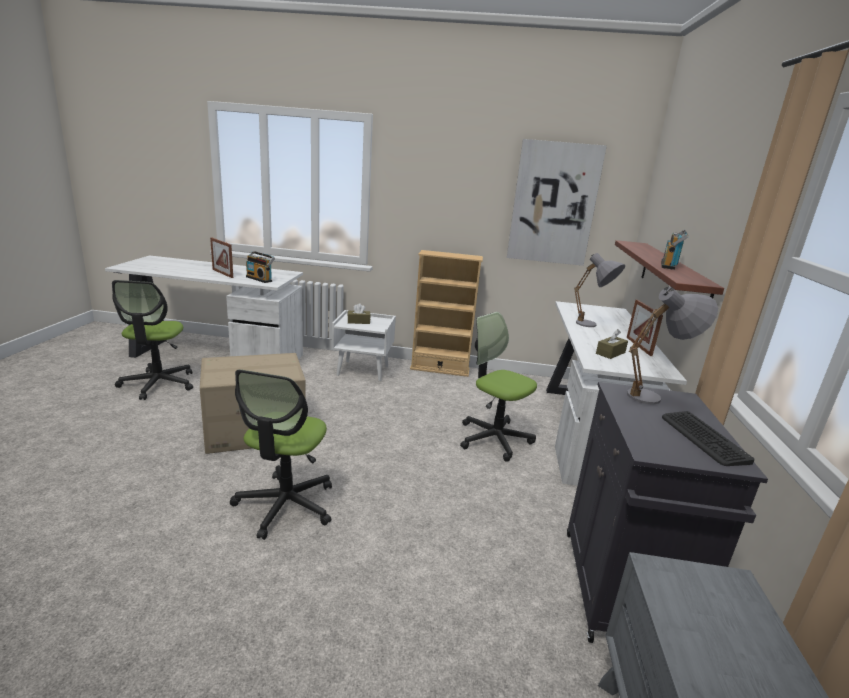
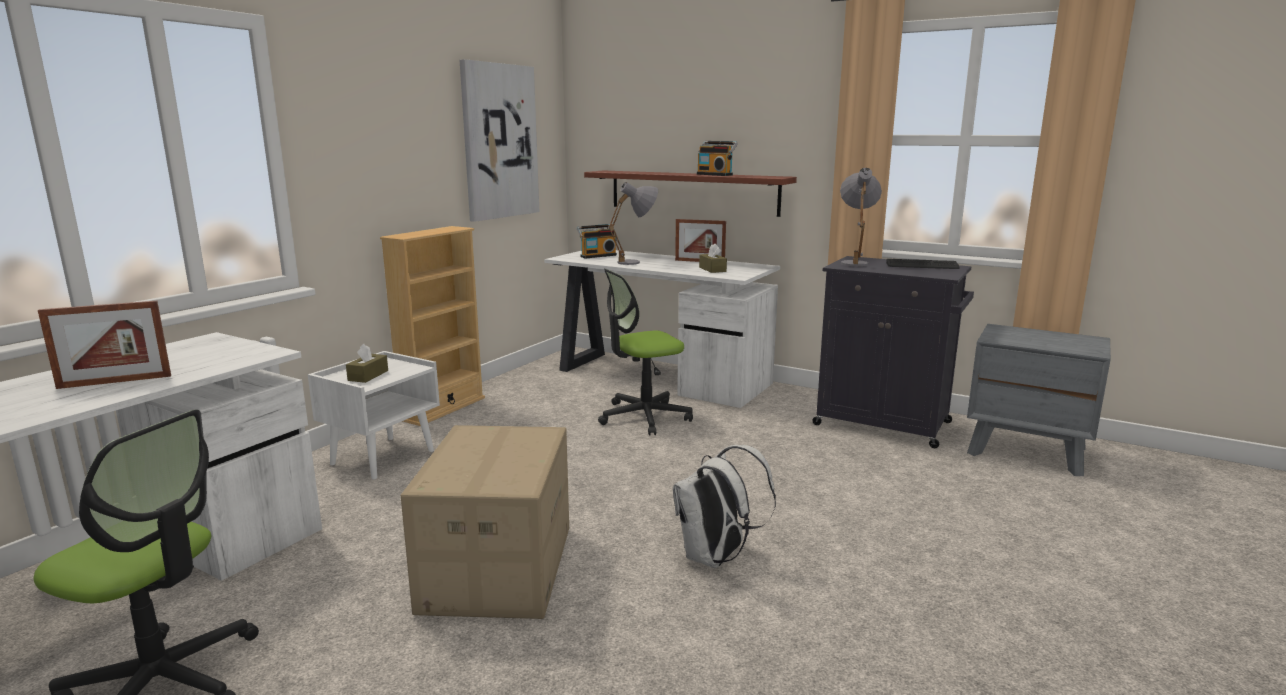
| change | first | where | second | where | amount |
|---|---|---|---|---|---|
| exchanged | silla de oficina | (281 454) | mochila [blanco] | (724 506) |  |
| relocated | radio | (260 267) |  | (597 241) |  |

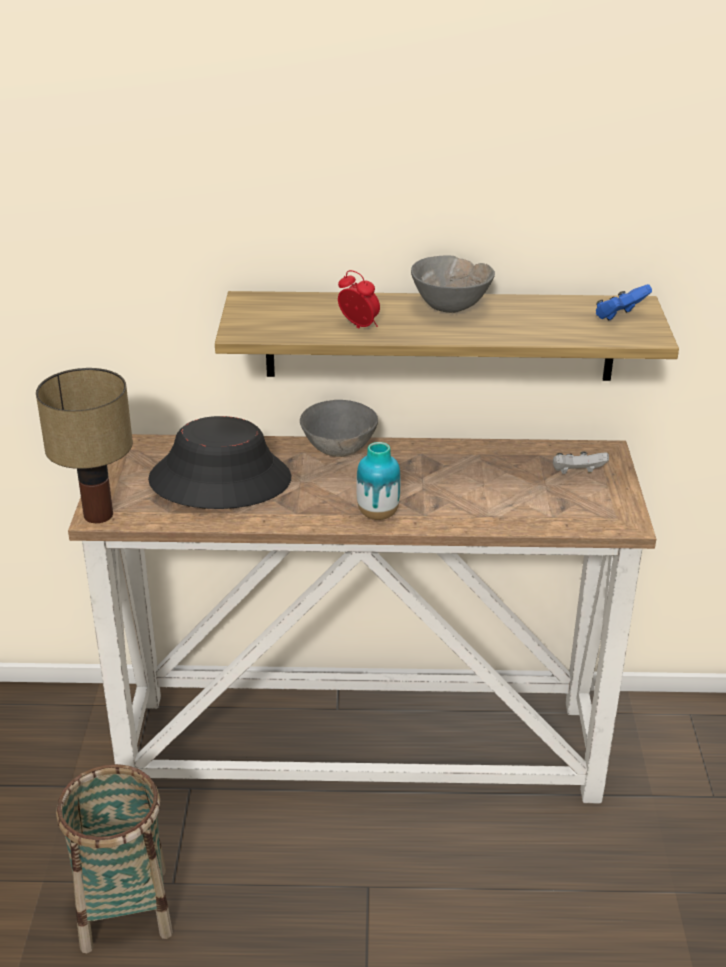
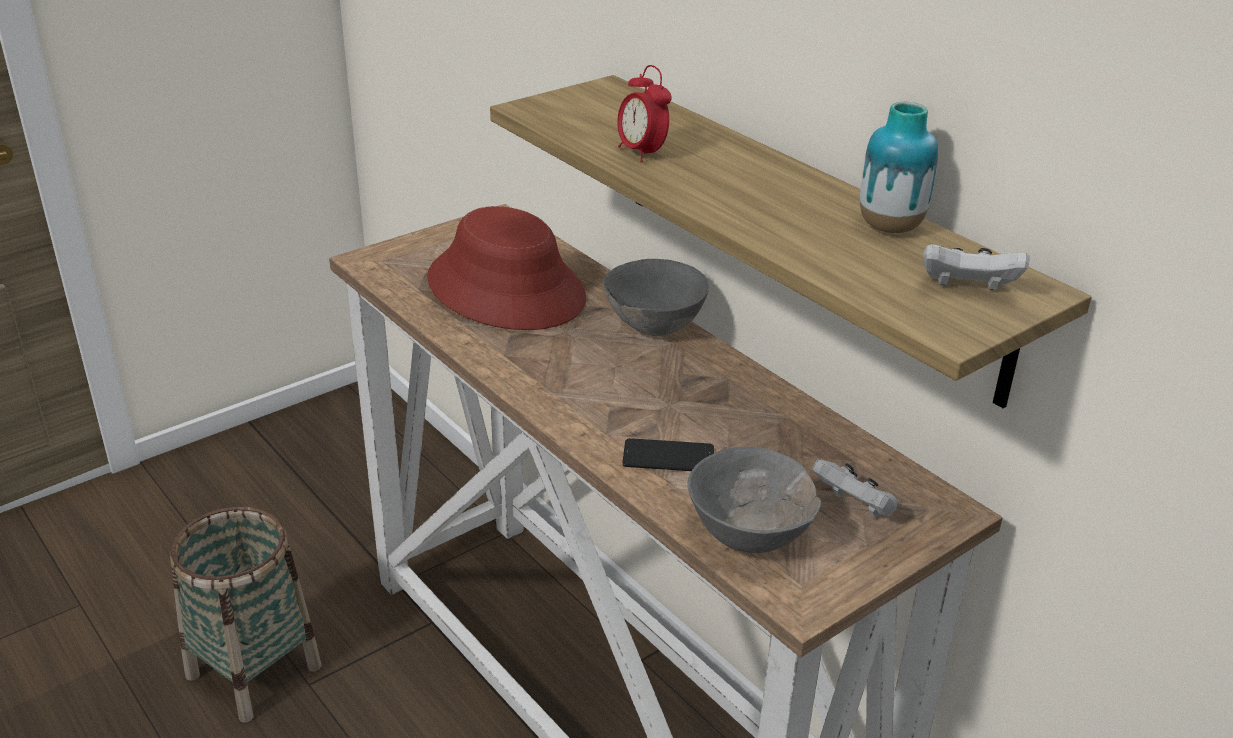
| change | first | where | second | where | amount |
|---|---|---|---|---|---|
| missing | lámpara de mesa | (84 445) |  |  |  |
| colour | sombrero [negro] | (219 462) | sombrero [rojo] | (506 268) |  |
| spun | despertador | (359 299) |  | (644 114) | 150 degrees clockwise |
| relocated | florero | (378 481) |  | (899 167) |  |
| relocated | cuenco [gris] | (453 284) |  | (754 500) |  |
| colour | mando de consola [azul] | (624 302) | mando de consola [blanco] | (977 267) |  |
| appeared |  |  | móvil | (668 454) |  |

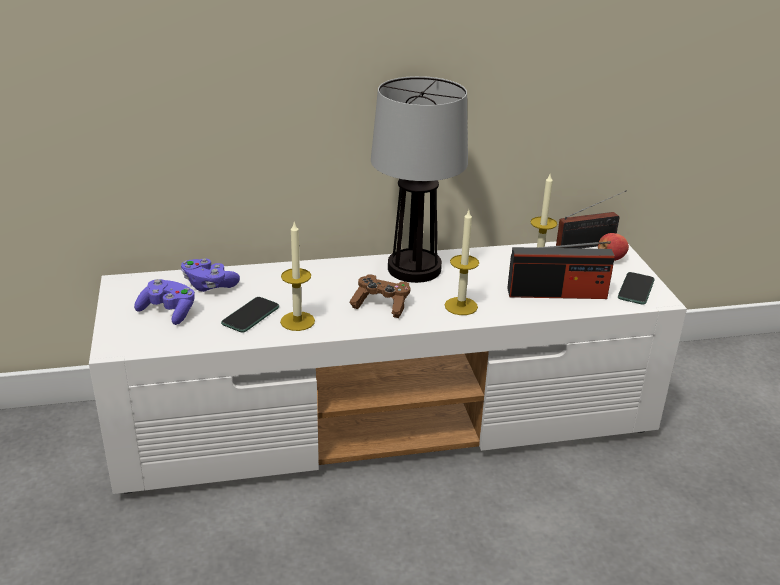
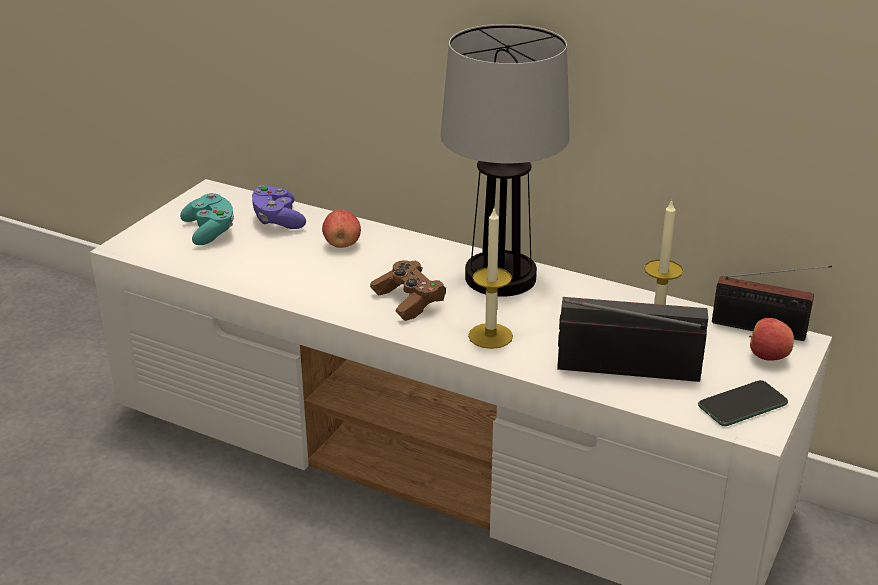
| change | first | where | second | where | amount |
|---|---|---|---|---|---|
| colour | mando de consola [morado] | (164 302) | mando de consola [turquesa] | (207 219) |  |
| missing | móvil | (250 315) |  |  |  |
| missing | vela | (297 276) |  |  |  |
| spun | radio | (561 270) |  | (632 339) | 150 degrees clockwise |
| appeared |  |  | manzana | (341 229) |  |

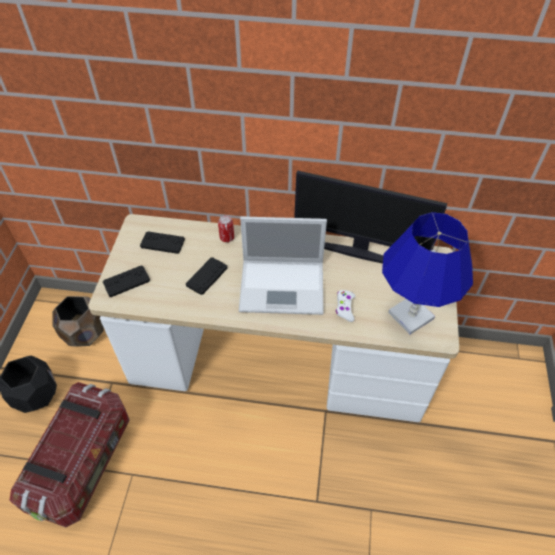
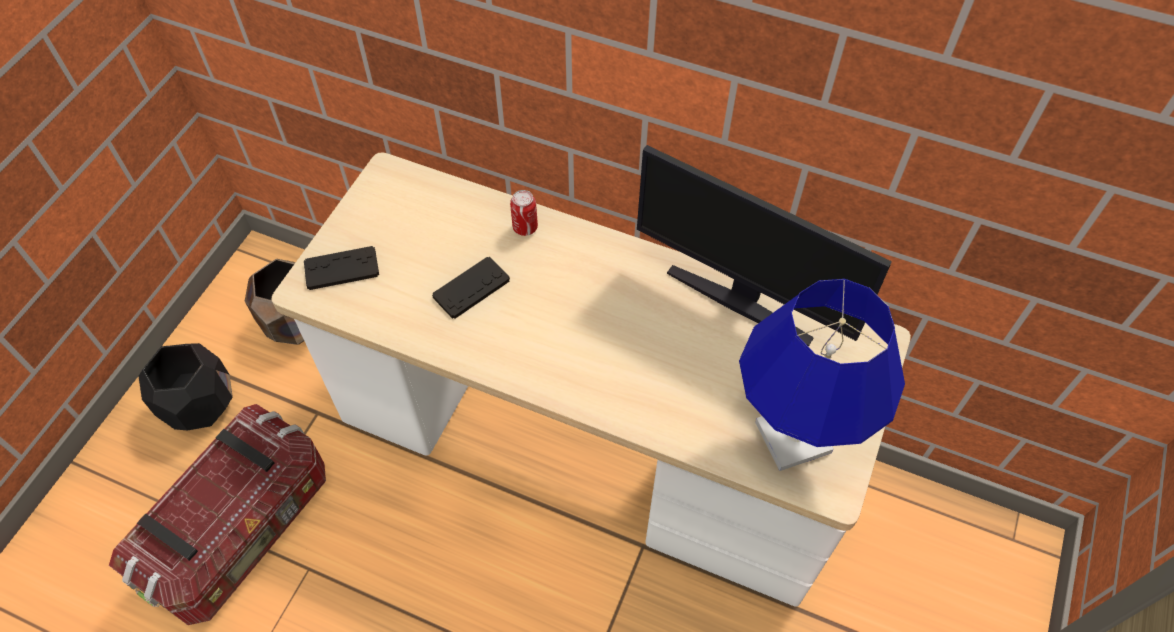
| change | first | where | second | where | amount |
|---|---|---|---|---|---|
| missing | mando de consola [negro] | (162 242) |  |  |  |
| missing | portátil | (283 265) |  |  |  |
| missing | mando de consola [blanco] | (345 306) |  |  |  |

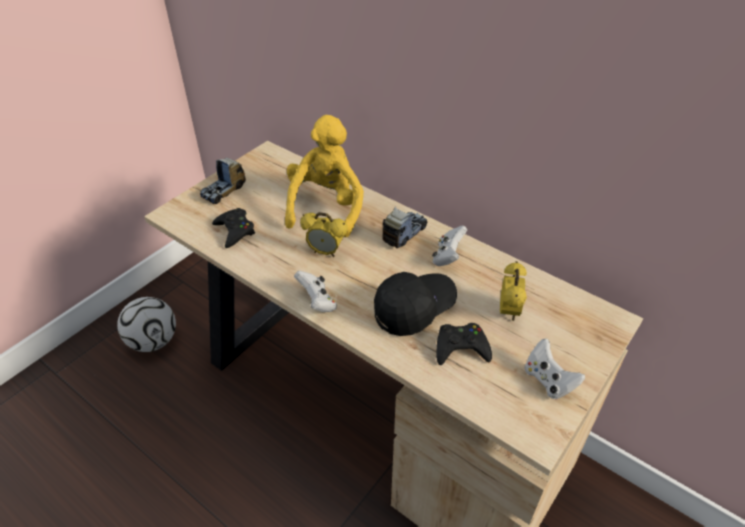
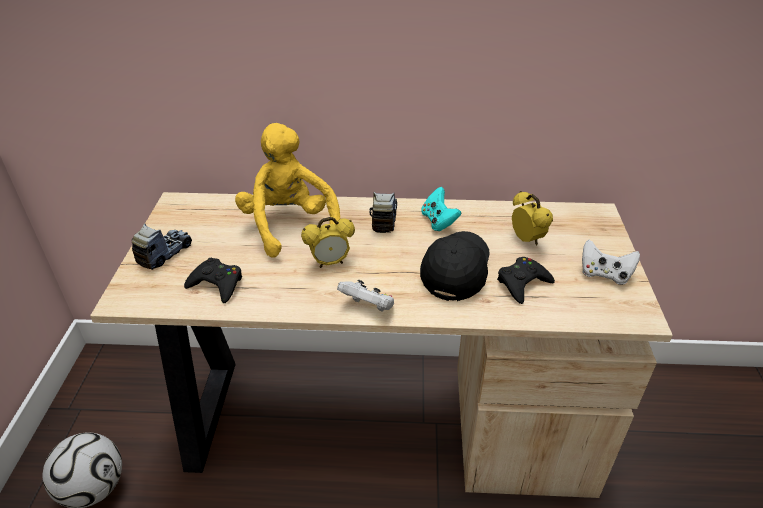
| change | first | where | second | where | amount |
|---|---|---|---|---|---|
| spun | camión de juguete | (223 181) |  | (162 246) | 150 degrees counterclockwise |
| colour | mando de consola [blanco] | (449 246) | mando de consola [turquesa] | (441 209) |  |

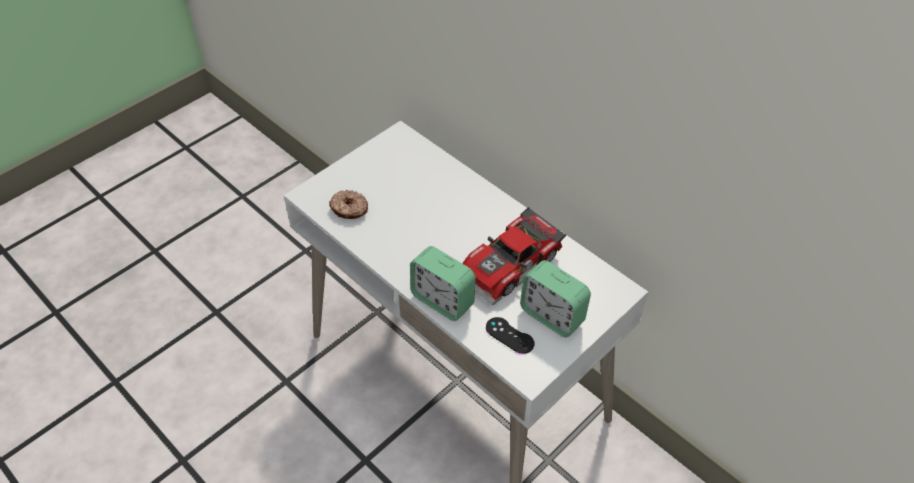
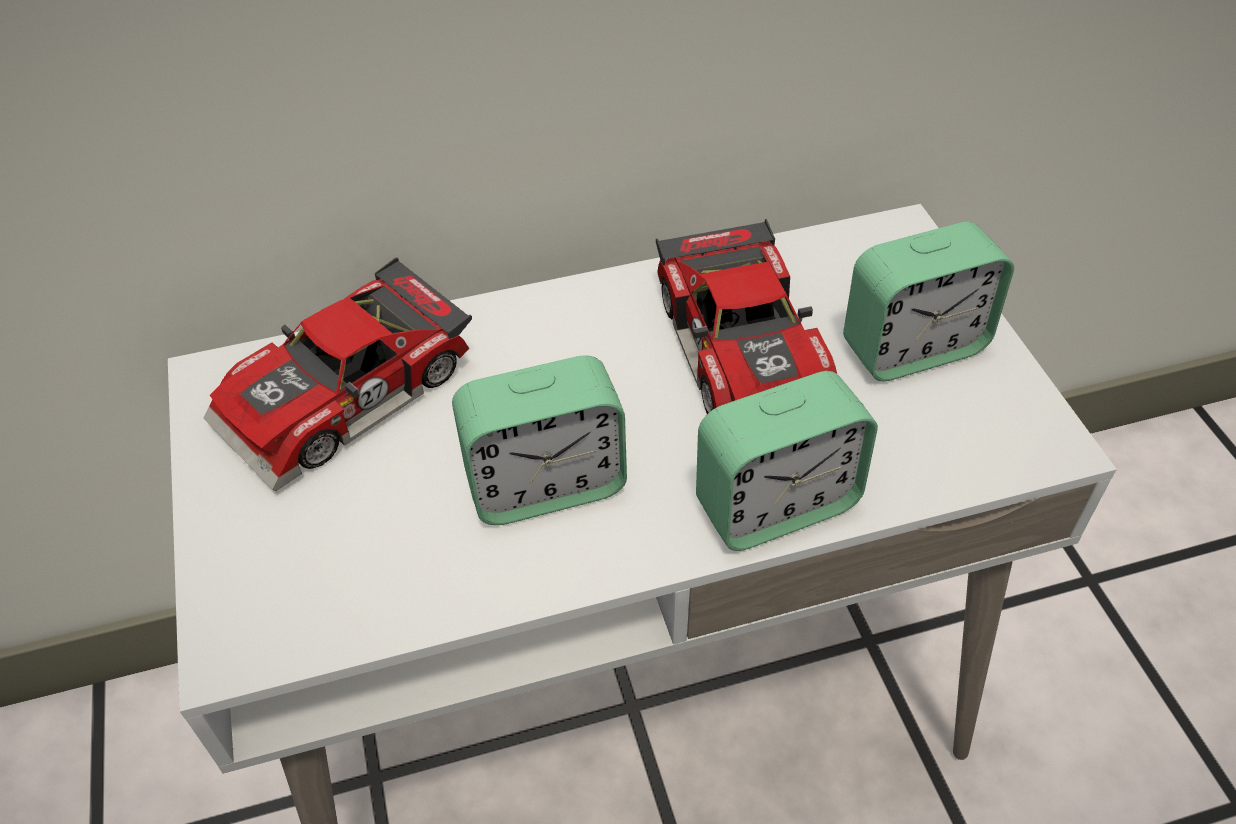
| change | first | where | second | where | amount |
|---|---|---|---|---|---|
| missing | rosquilla | (348 204) |  |  |  |
| missing | mando de consola [negro] | (510 335) |  |  |  |
| appeared |  |  | coche de juguete | (338 374) |  |
| appeared |  |  | despertador | (539 440) |  |

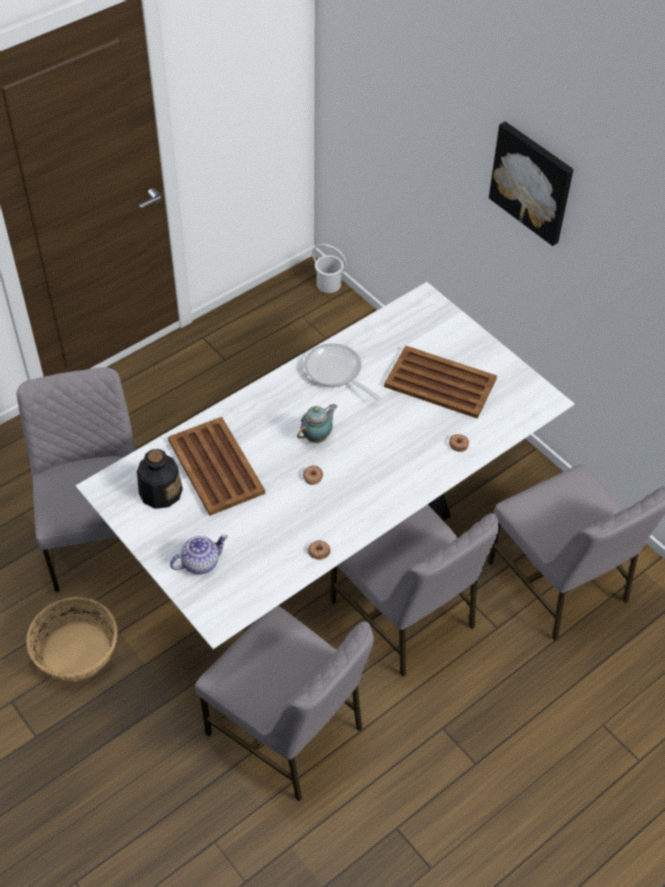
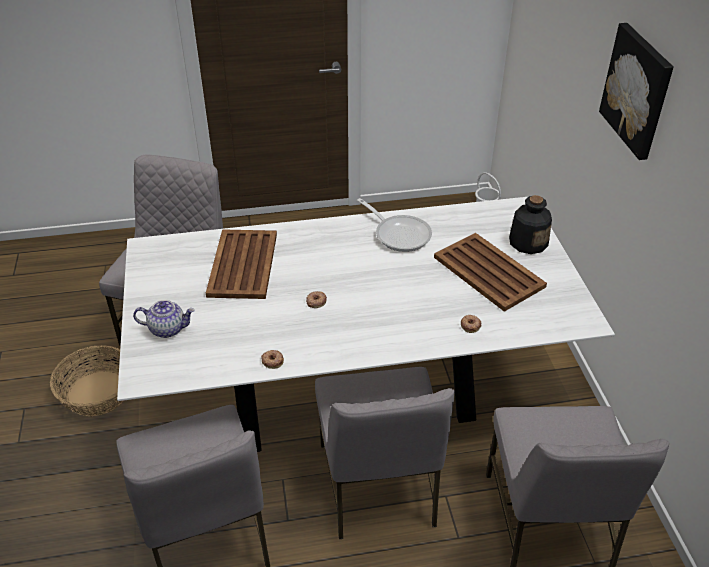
| change | first | where | second | where | amount |
|---|---|---|---|---|---|
| relocated | botella | (160 479) |  | (530 224) |  |
| missing | tetera | (317 423) |  |  |  |
| spun | sartén | (342 372) |  | (394 225) | 150 degrees clockwise |

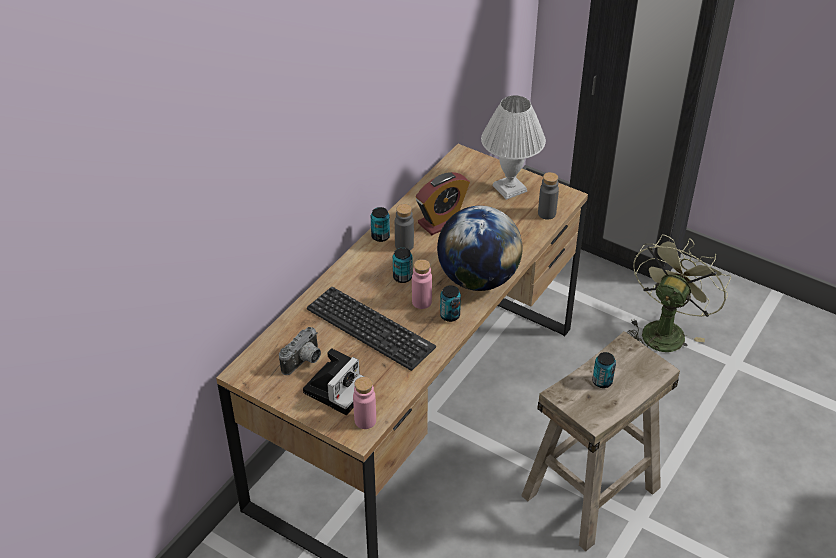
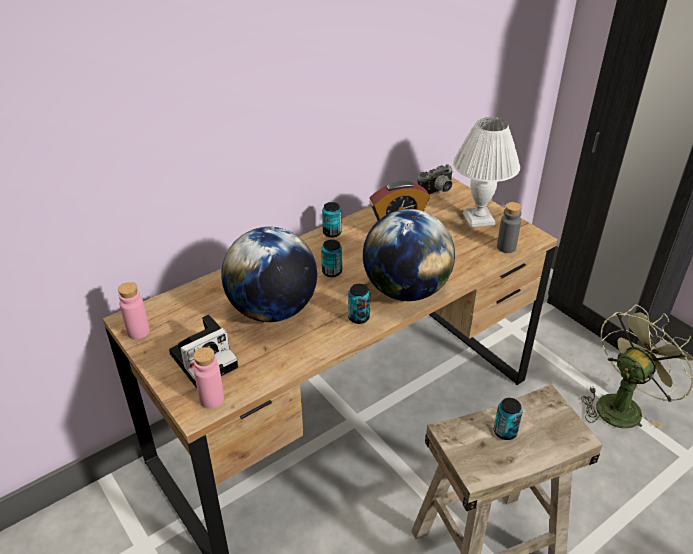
| change | first | where | second | where | amount |
|---|---|---|---|---|---|
| relocated | cámara | (300 351) |  | (435 179) |  |
| exchanged | teclado | (371 329) | globo terráqueo | (269 274) |  |
| missing | botella [gris] | (404 227) |  |  |  |
| relocated | botella [rosa] | (422 284) |  | (134 310) |  |

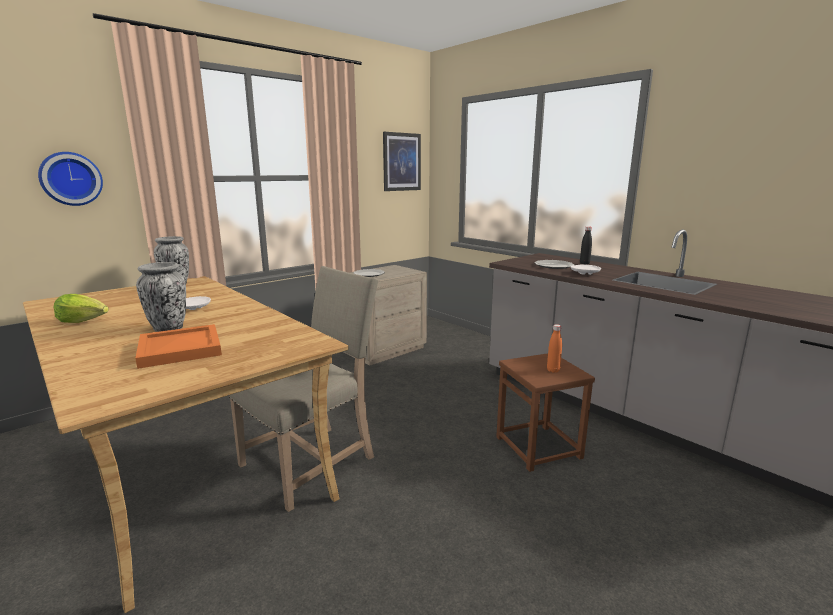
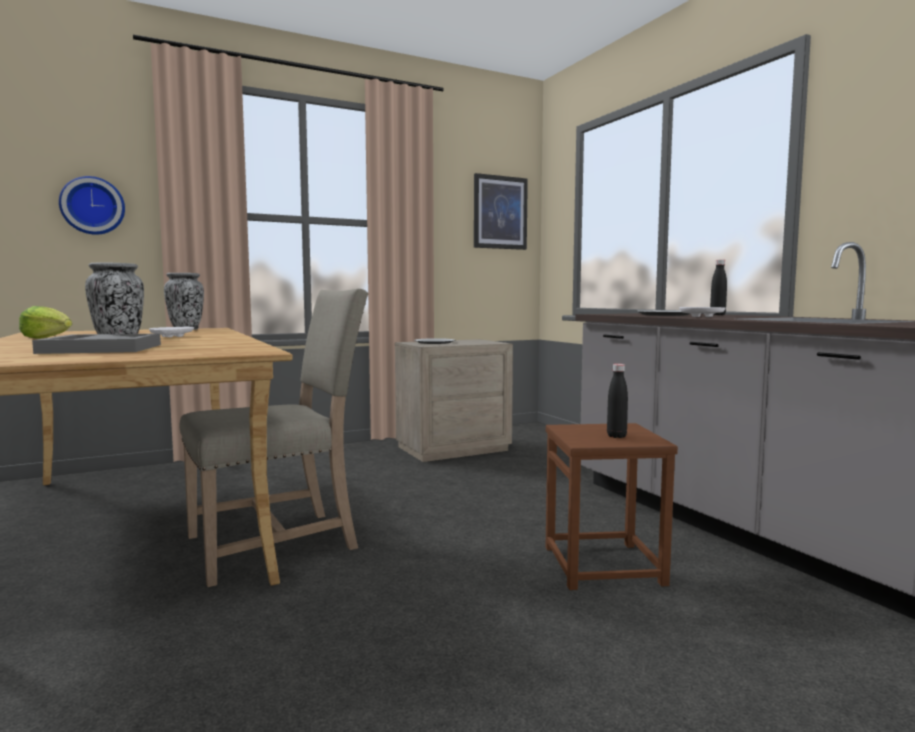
| change | first | where | second | where | amount |
|---|---|---|---|---|---|
| colour | bandeja [naranja] | (178 346) | bandeja [gris] | (96 344) |  |
| colour | botella [naranja] | (554 348) | botella [negro] | (617 401) |  |

